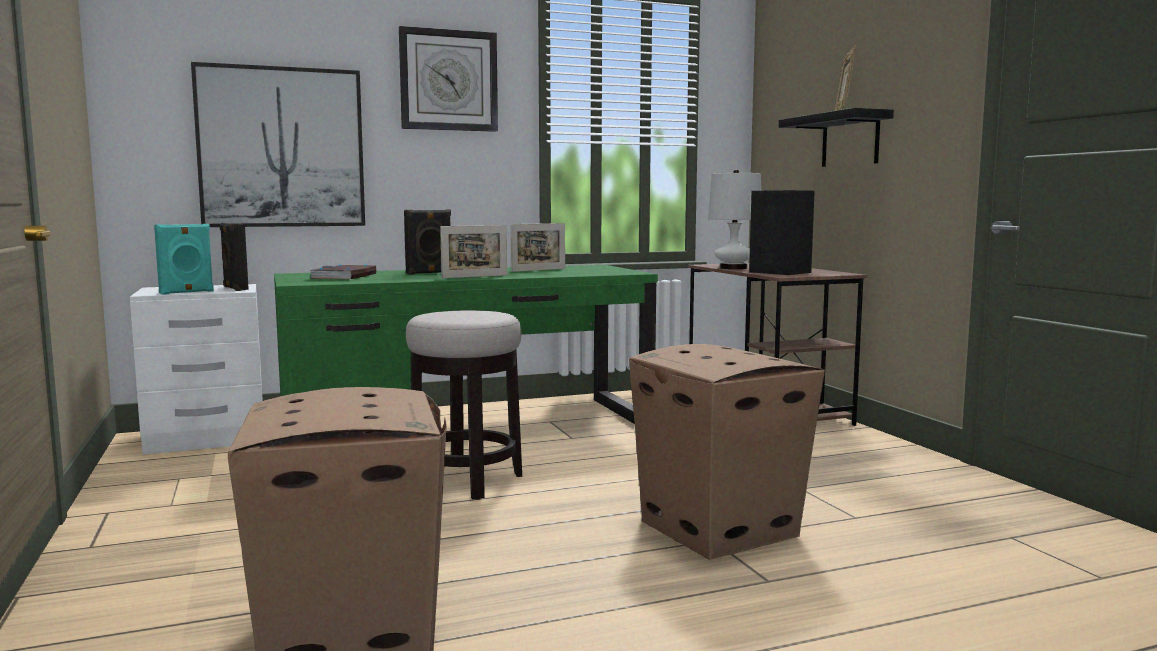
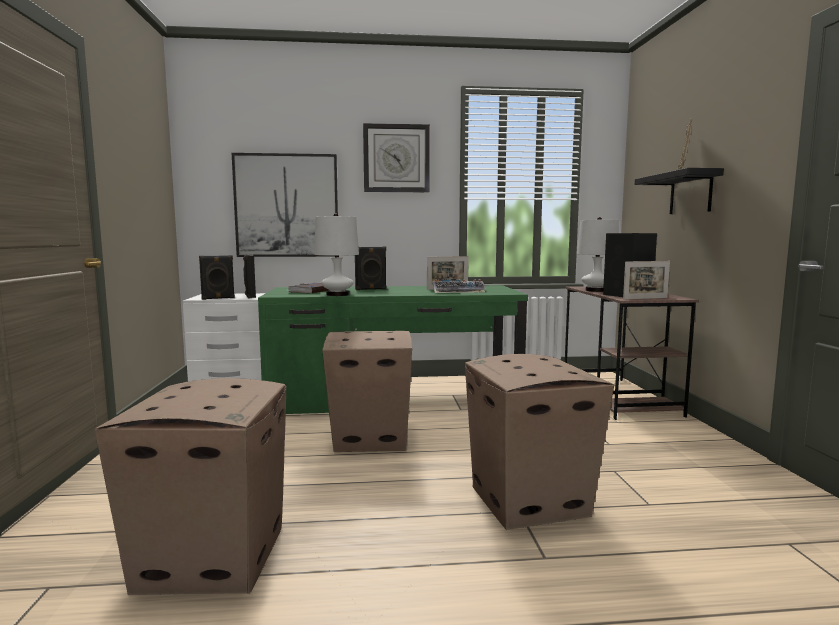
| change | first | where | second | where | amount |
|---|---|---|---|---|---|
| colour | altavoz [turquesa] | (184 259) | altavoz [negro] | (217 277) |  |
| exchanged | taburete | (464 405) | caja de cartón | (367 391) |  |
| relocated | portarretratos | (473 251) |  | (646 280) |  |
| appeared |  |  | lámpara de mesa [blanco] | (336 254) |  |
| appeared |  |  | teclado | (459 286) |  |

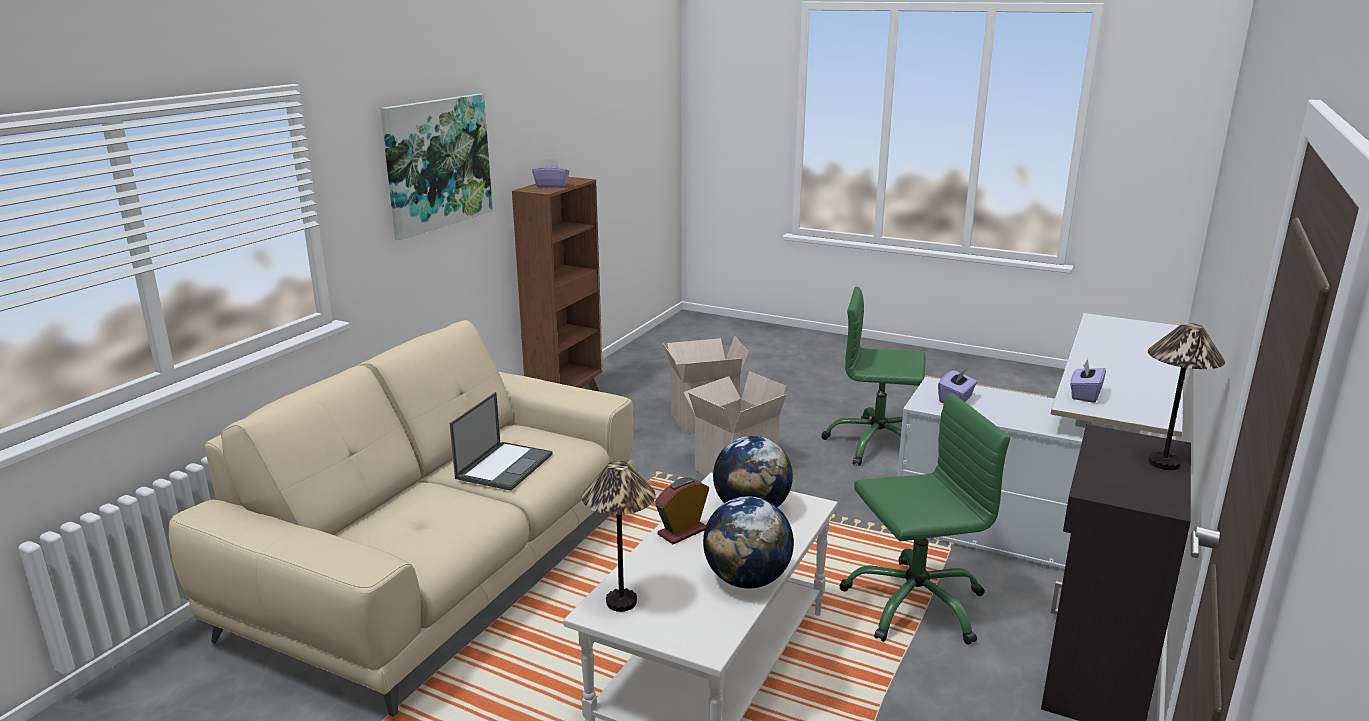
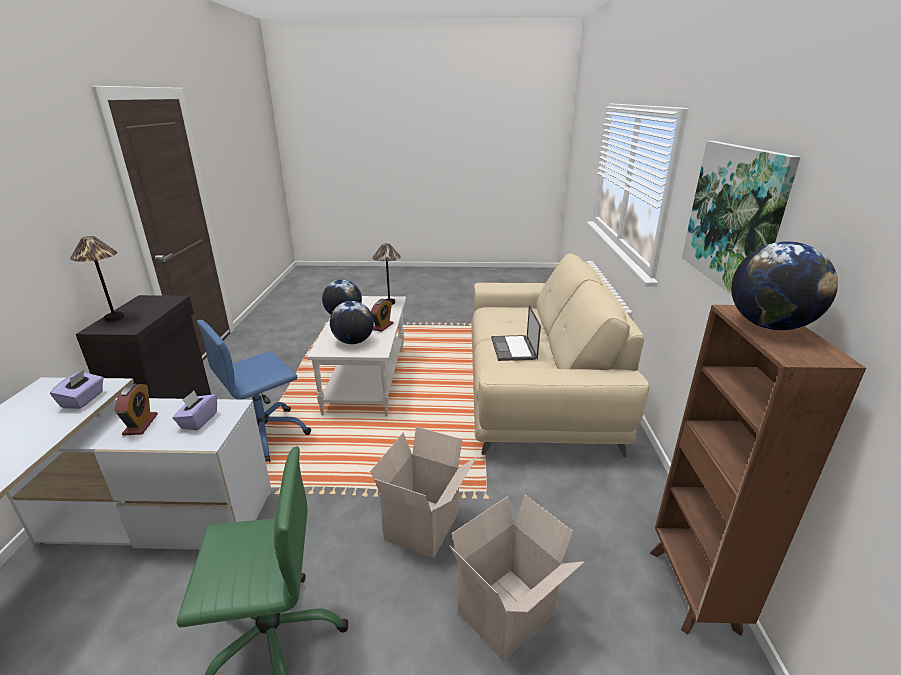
| change | first | where | second | where | amount |
|---|---|---|---|---|---|
| exchanged | caja de pañuelos [morado] | (551 173) | globo terráqueo | (784 285) |  |
| colour | silla de oficina [verde] | (925 519) | silla de oficina [azul] | (254 391) |  |
| appeared |  |  | despertador | (136 410) |  |

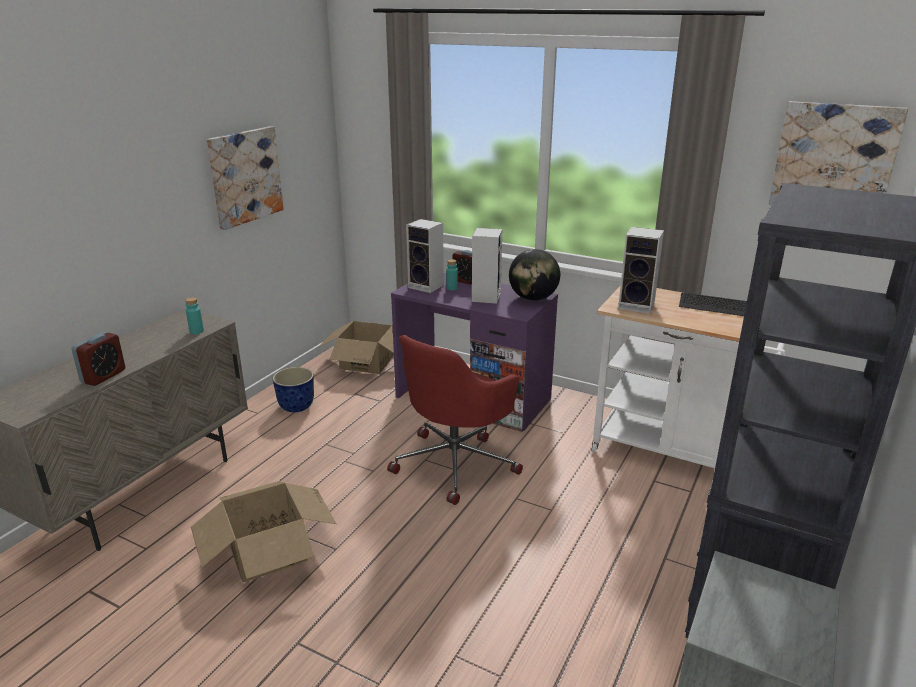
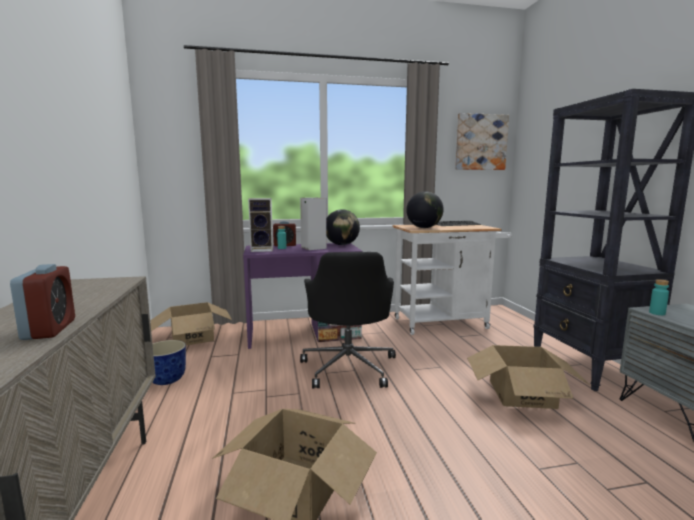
| change | first | where | second | where | amount |
|---|---|---|---|---|---|
| relocated | botella [turquesa] | (194 315) |  | (659 297) |  |
| missing | cuadro | (245 178) |  |  |  |
| colour | silla de oficina [rojo] | (455 420) | silla de oficina [negro] | (348 320) |  |
| exchanged | altavoz | (641 270) | globo terráqueo | (425 209) |  |
| appeared |  |  | caja de cartón | (528 377) |  |

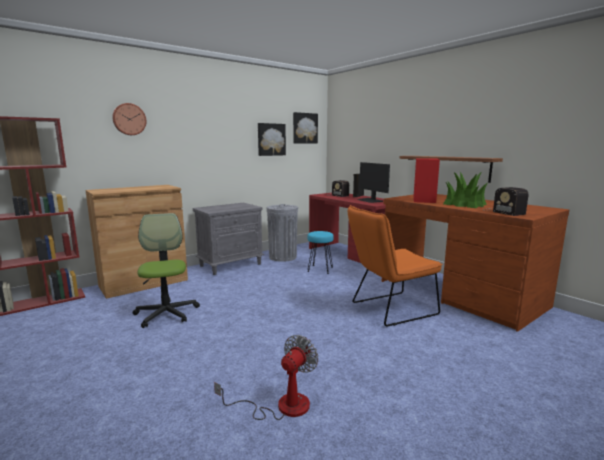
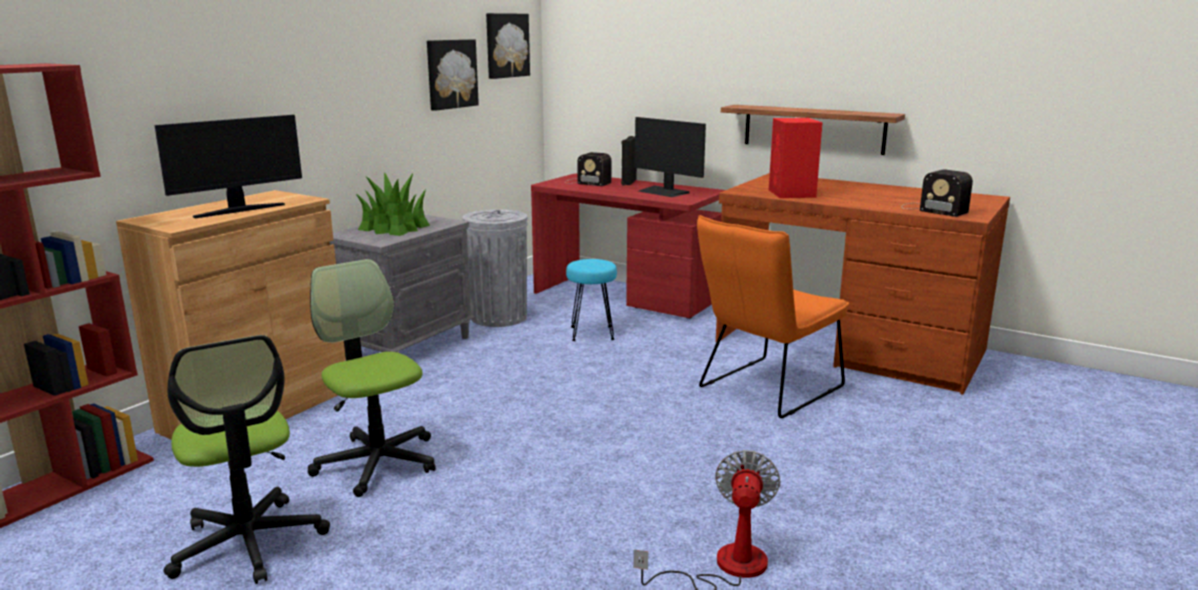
| change | first | where | second | where | amount |
|---|---|---|---|---|---|
| missing | reloj de pared | (129 119) |  |  |  |
| relocated | planta en maceta | (465 190) |  | (392 204) |  |
| appeared |  |  | monitor | (228 166) |  |
| appeared |  |  | silla de oficina | (247 459) |  |

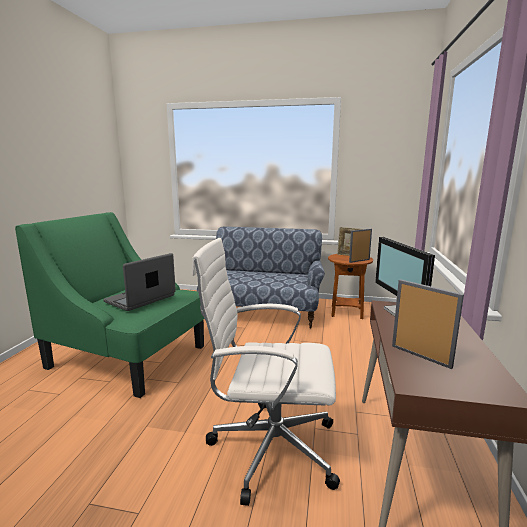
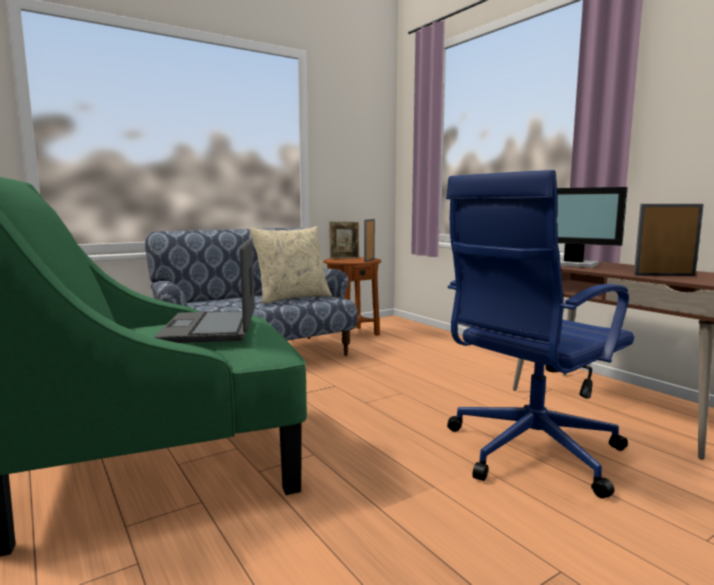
| change | first | where | second | where | amount |
|---|---|---|---|---|---|
| colour | silla de oficina [blanco] | (265 372) | silla de oficina [azul] | (540 334) |  |
| appeared |  |  | cojín [beis] | (290 265) |  |

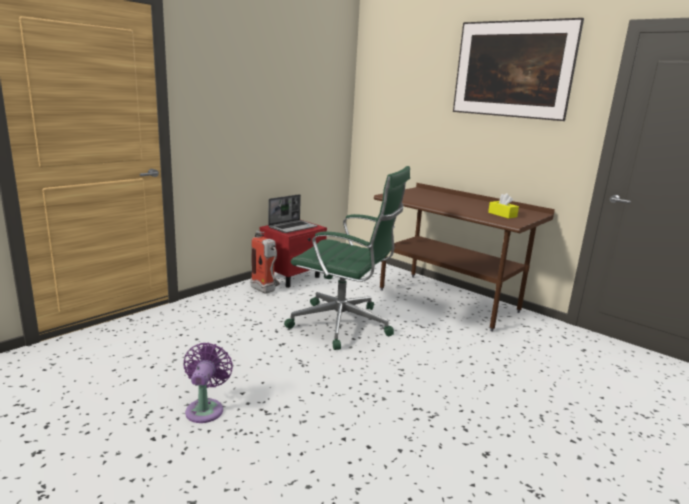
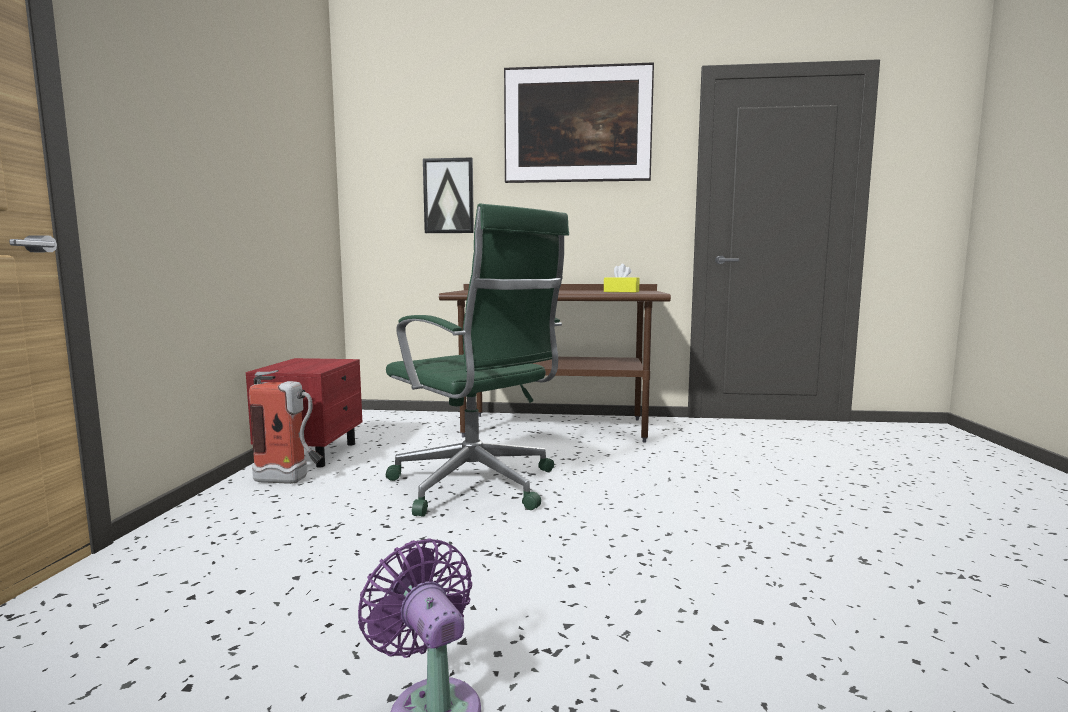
| change | first | where | second | where | amount |
|---|---|---|---|---|---|
| missing | portátil | (292 213) |  |  |  |
| spun | silla de oficina [verde] | (347 258) |  | (477 360) | 60 degrees clockwise |
| appeared |  |  | cuadro | (448 195) |  |

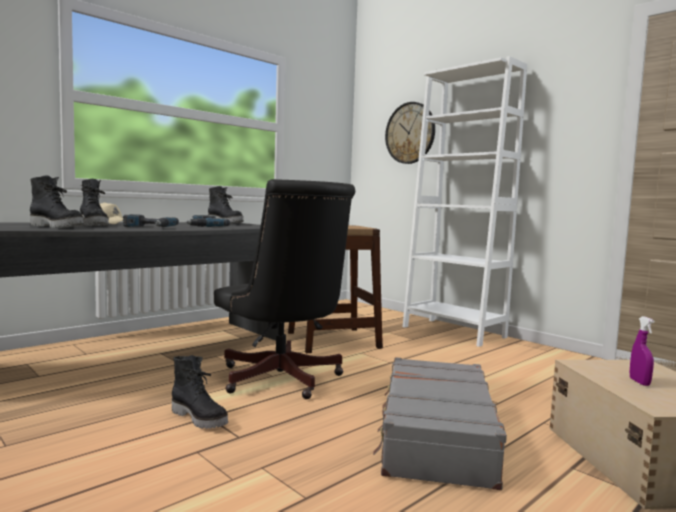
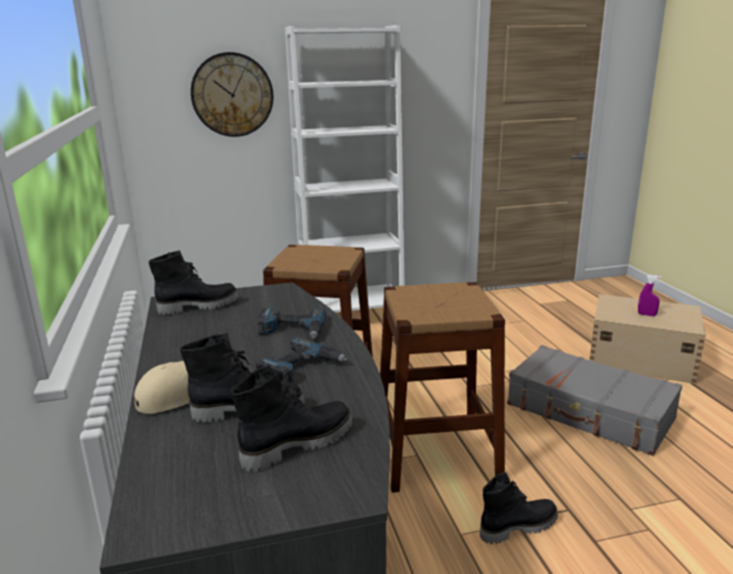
| change | first | where | second | where | amount |
|---|---|---|---|---|---|
| exchanged | silla de oficina [negro] | (284 289) | taburete [marrón] | (442 387) |  |

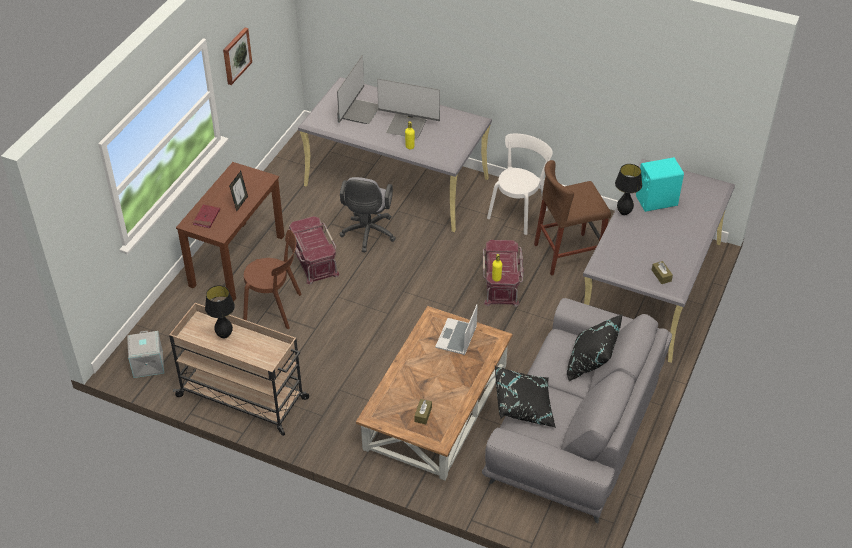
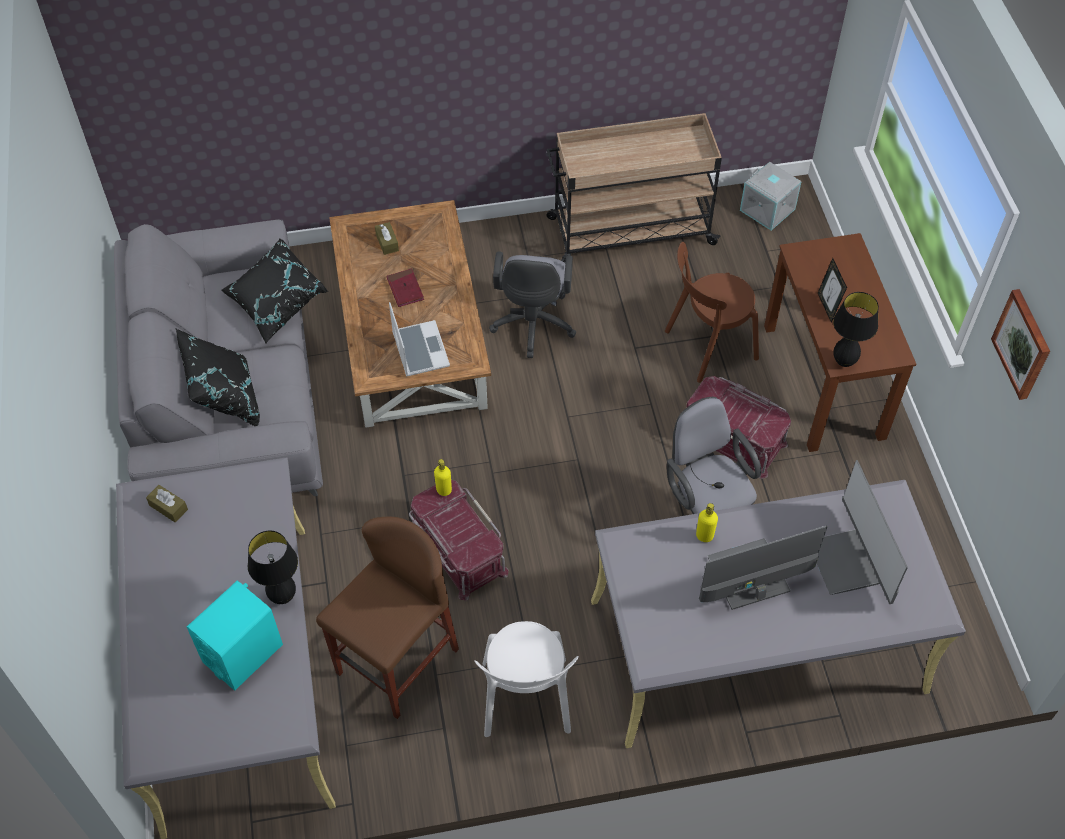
| change | first | where | second | where | amount |
|---|---|---|---|---|---|
| relocated | libro [rojo] | (206 216) |  | (405 287) |  |
| relocated | lámpara de mesa [negro] | (220 312) |  | (856 329) |  |
| appeared |  |  | silla de oficina [gris] | (532 304) |  |

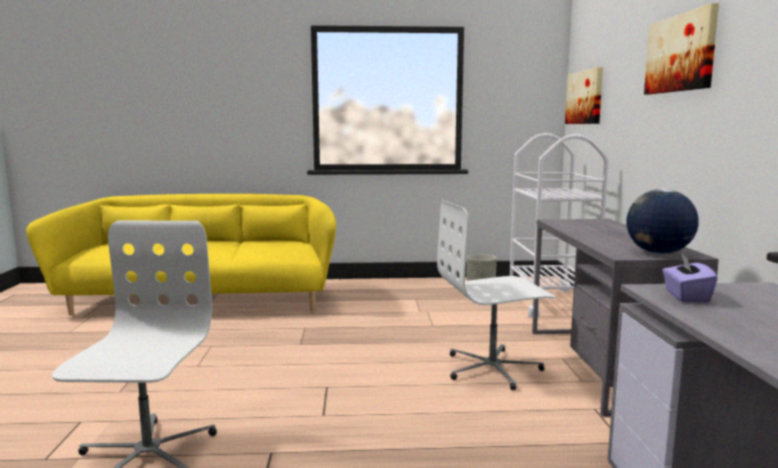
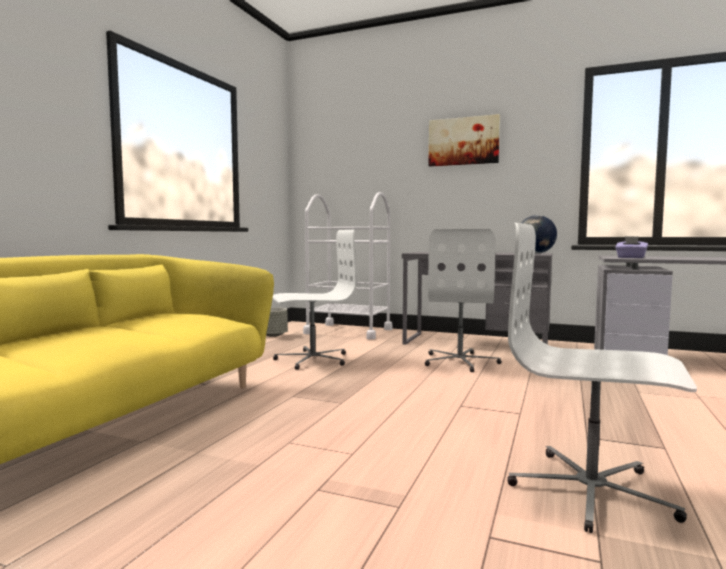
| change | first | where | second | where | amount |
|---|---|---|---|---|---|
| missing | cuadro | (584 95) |  |  |  |
| appeared |  |  | silla de oficina [blanco] | (314 300) |  |

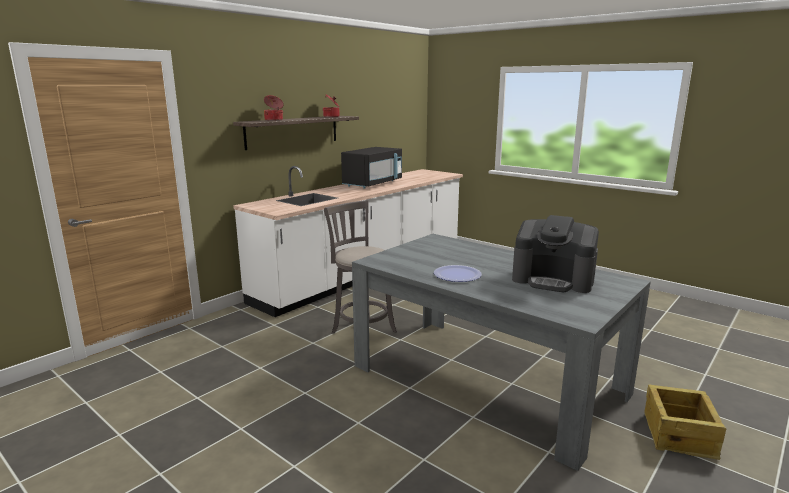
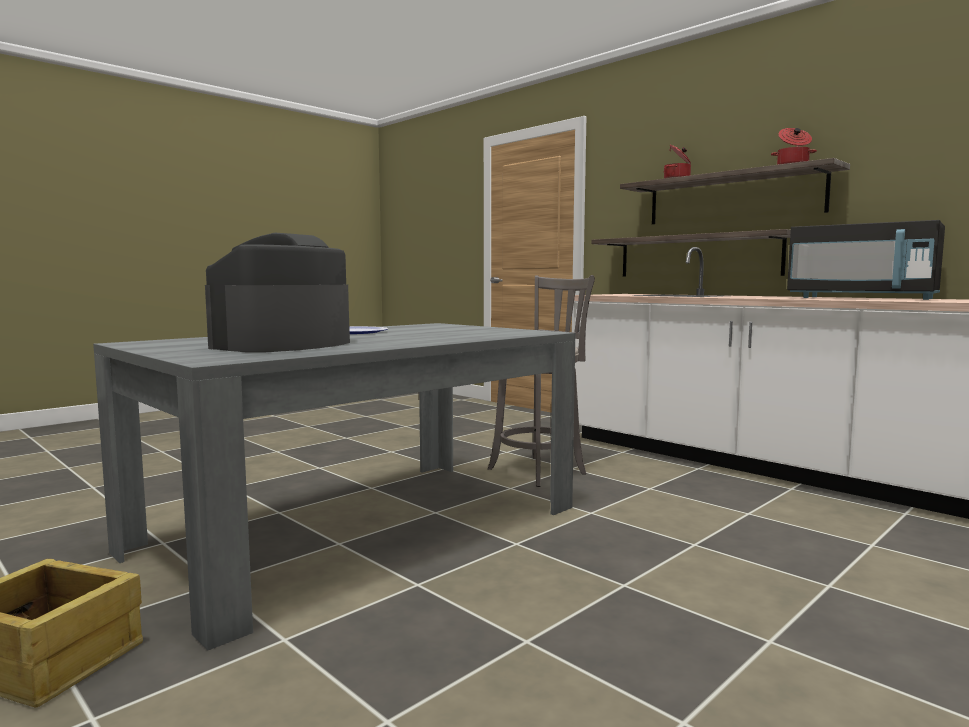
| change | first | where | second | where | amount |
|---|---|---|---|---|---|
| appeared |  |  | estante | (691 253) |  |

